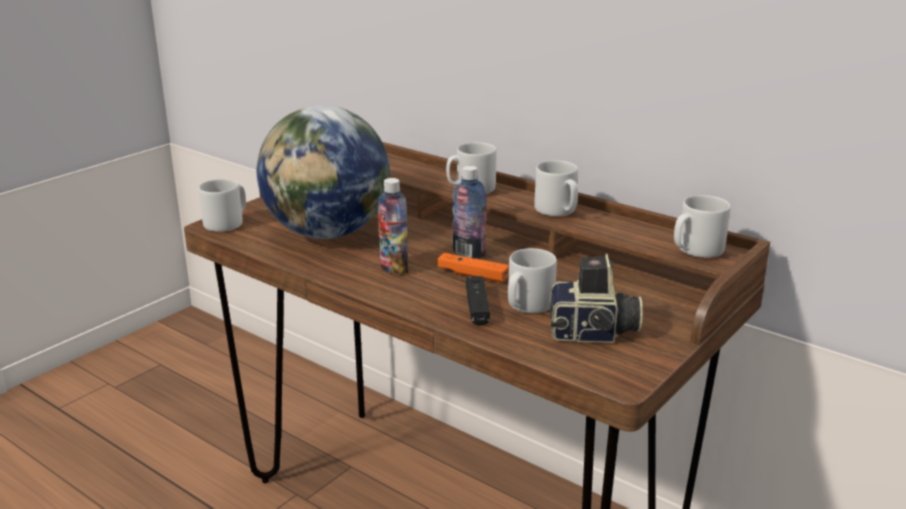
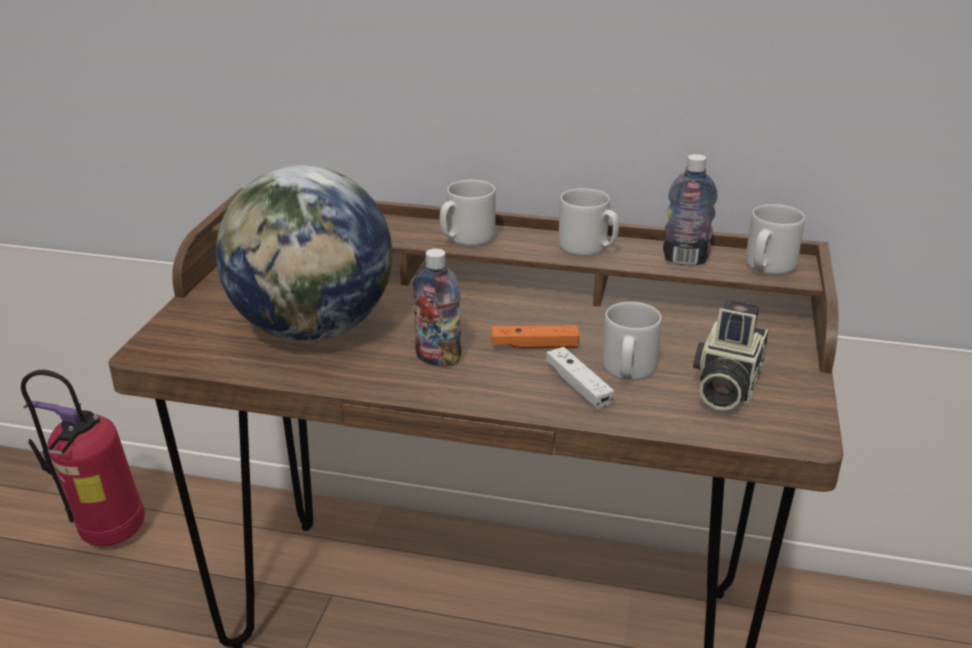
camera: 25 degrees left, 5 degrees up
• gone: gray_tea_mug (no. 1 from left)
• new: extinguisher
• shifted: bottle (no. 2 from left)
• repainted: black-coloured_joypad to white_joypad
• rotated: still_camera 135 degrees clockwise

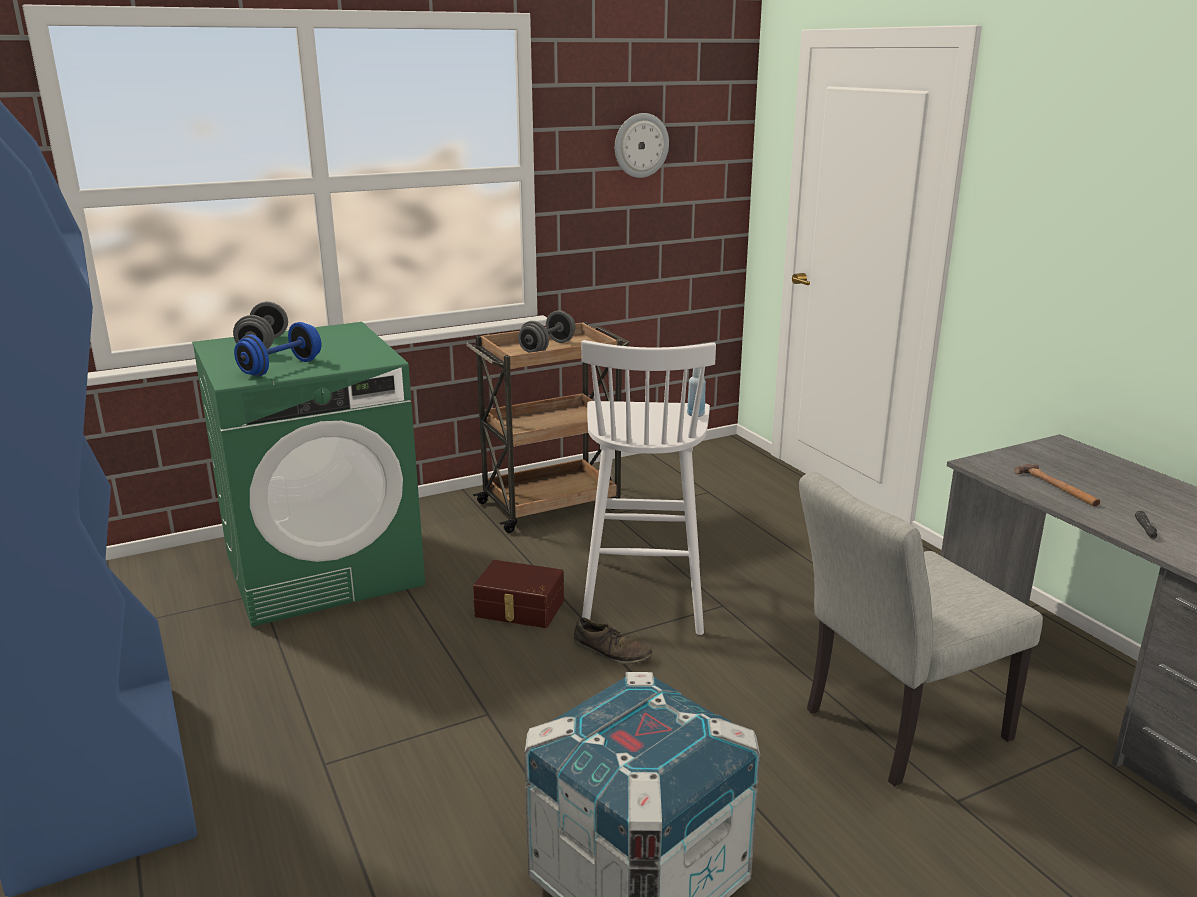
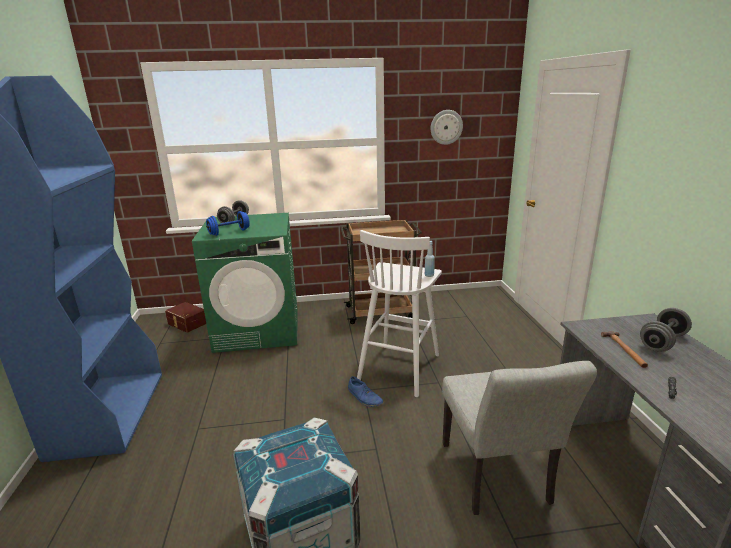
camera: 20 degrees right, 0 degrees up
• shifted: brown_storage_box
• shifted: gray_hand_weight (no. 2 from left)
• repainted: brown_item_of_footwear to bluish_item_of_footwear
• rotated: gray_upright_chair 90 degrees counterclockwise

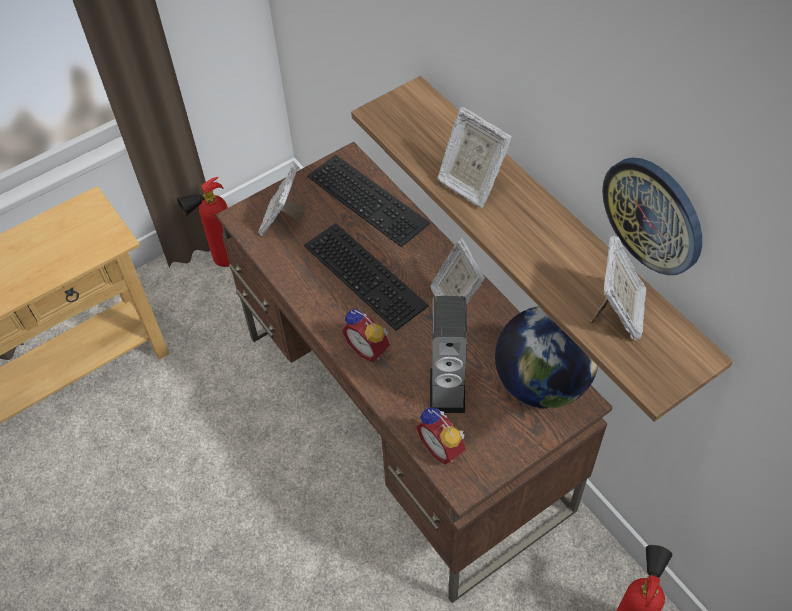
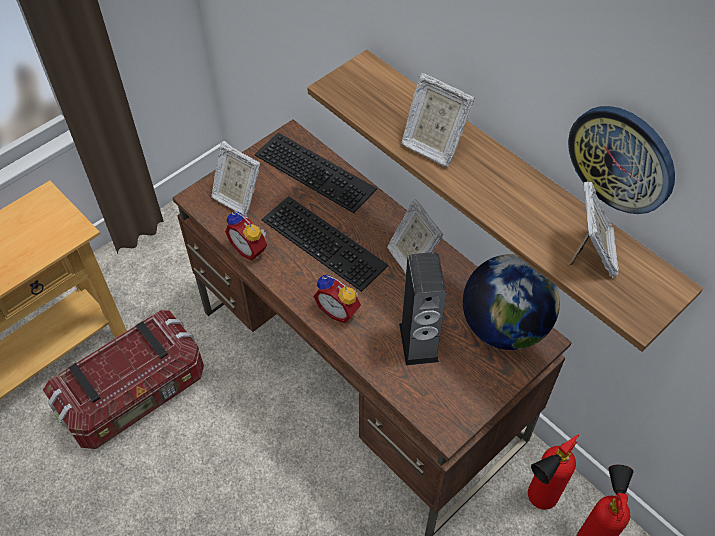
camera: 10 degrees left, 0 degrees up
• new: storage_box
• shifted: extinguisher (no. 1 from left)
• shifted: alarm_clock (no. 2 from left in the first image) to alarm_clock (no. 1 from left)
• rotated: picture_frame (no. 1 from left) 60 degrees counterclockwise

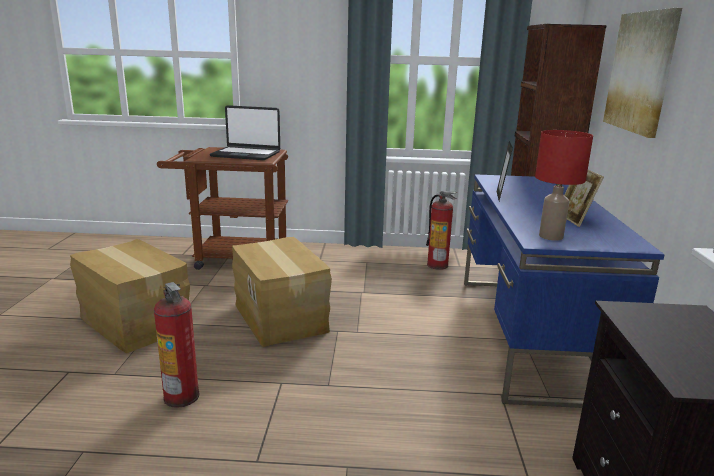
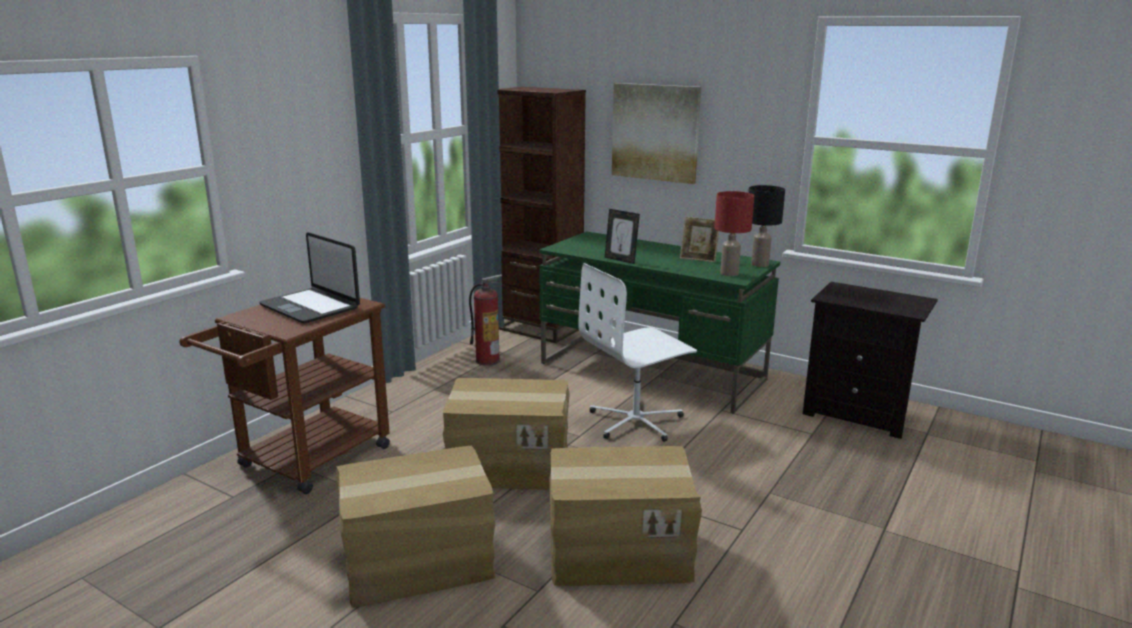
camera: 60 degrees left, 0 degrees up
• new: white_desk_chair
• new: black-coloured_table_lamp
• swapped: extinguisher (no. 1 from left) to packing_box (no. 3 from left)
• repainted: bluish_desk_unit to greenish_desk_unit
• rotated: portable_computer 90 degrees clockwise

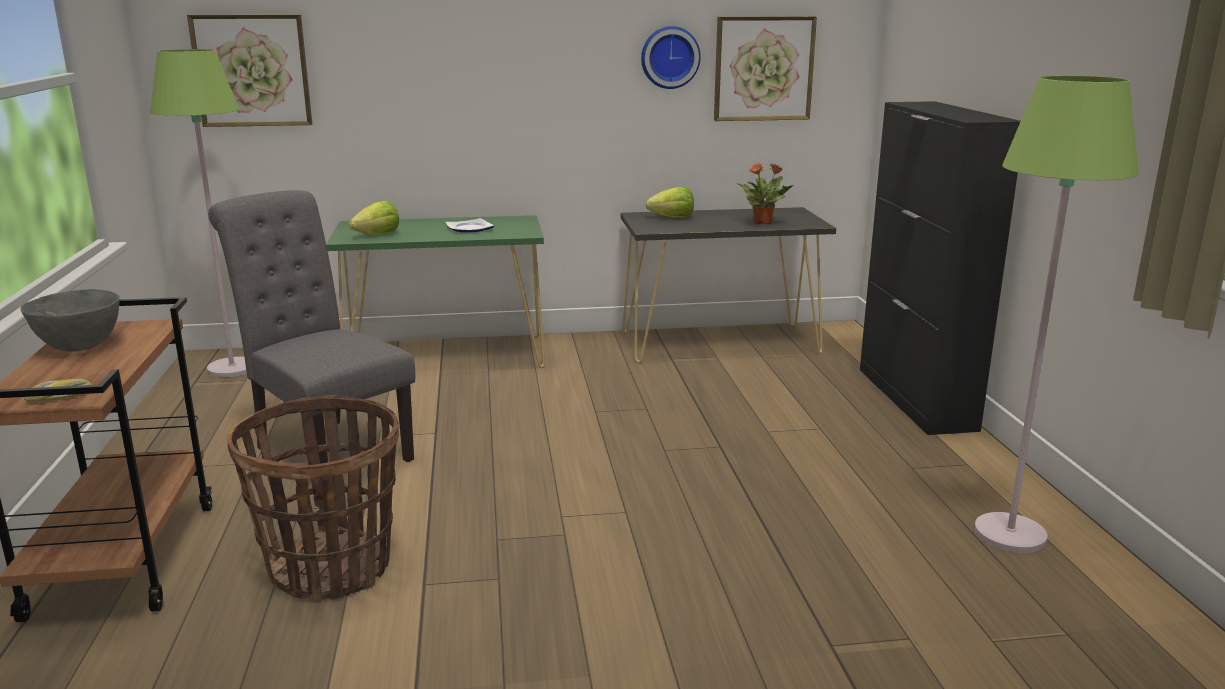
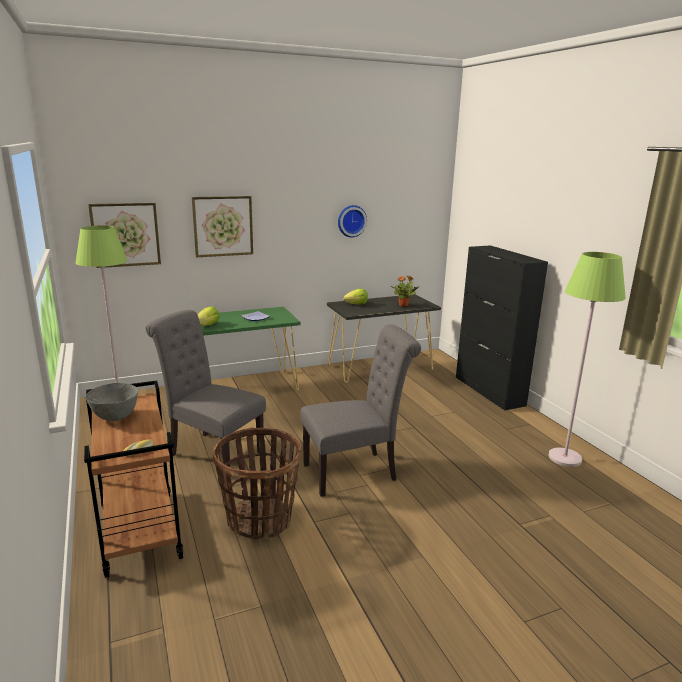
camera: 15 degrees left, 0 degrees up
• new: gray_upright_chair (no. 2 from left)
• shifted: picture (no. 2 from left)

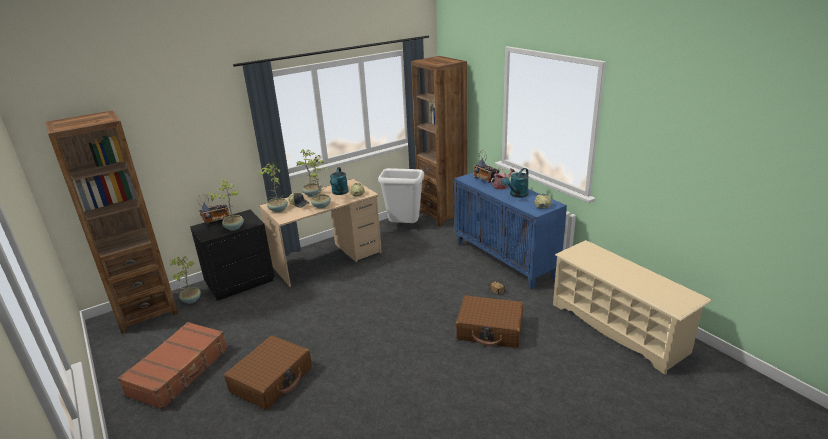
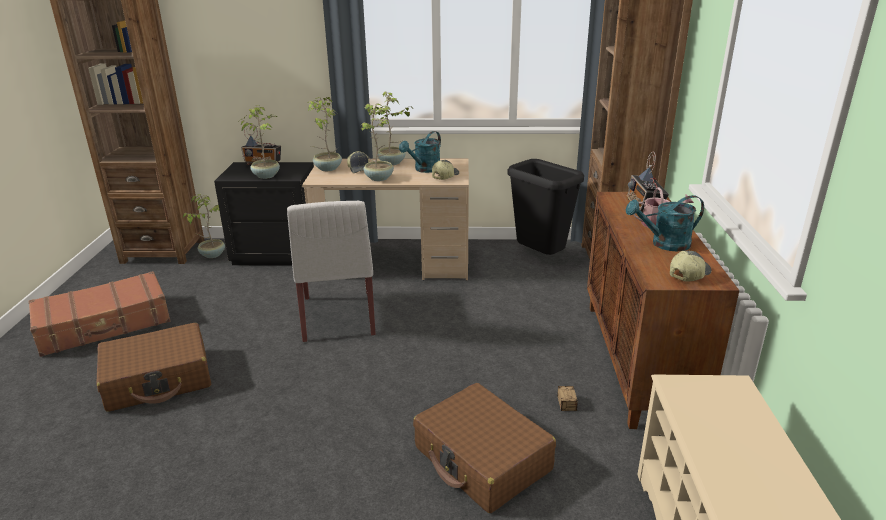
camera: 35 degrees right, 0 degrees up
• new: white_upright_chair
• repainted: white_waste_bin to black-coloured_waste_bin
• repainted: bluish_storage_cabinet to brown_storage_cabinet

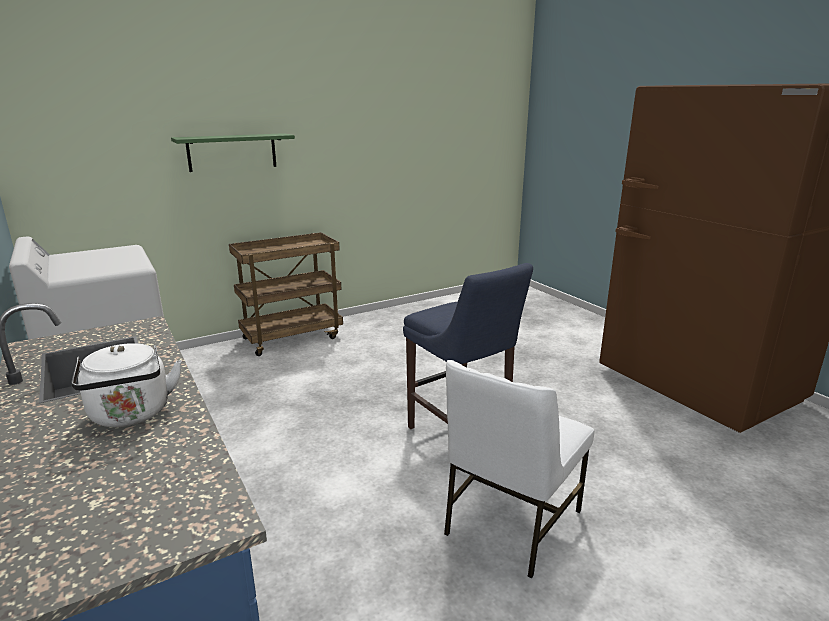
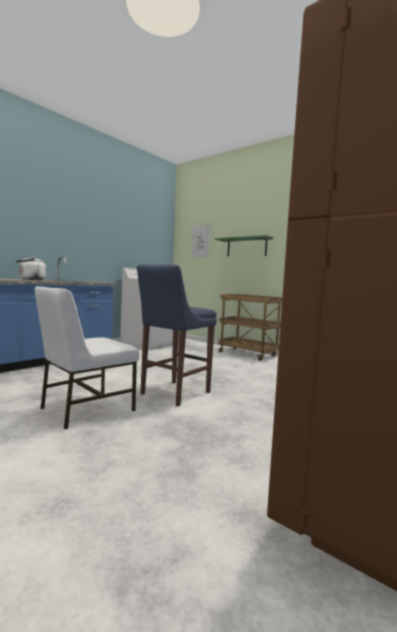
camera: 70 degrees right, 15 degrees down
• new: picture
• rotated: white_upright_chair 60 degrees counterclockwise

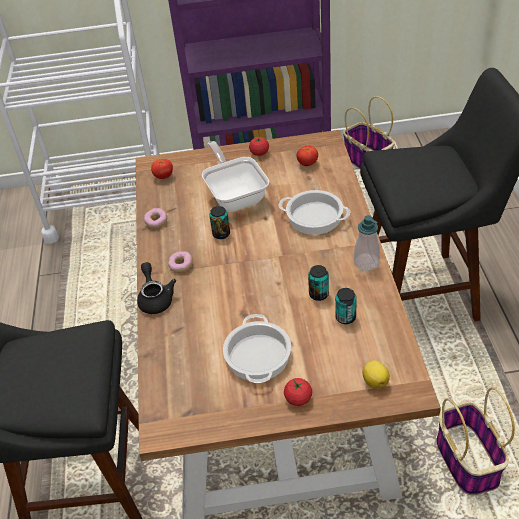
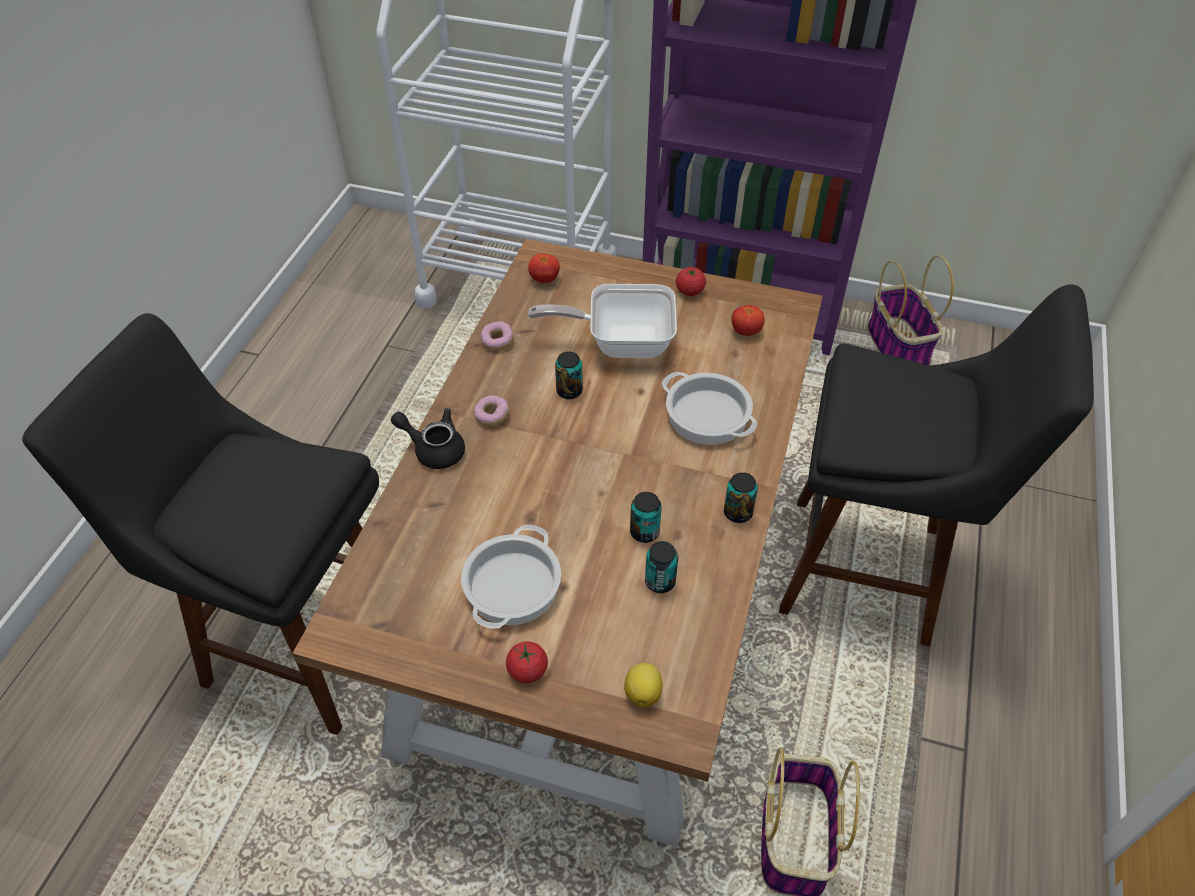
camera: 20 degrees right, 5 degrees up
• swapped: liquid_soap_bottle to sealed_can (no. 4 from left)
• rotated: black-coloured_pot_for_tea 75 degrees counterclockwise
• rotated: skillet 90 degrees counterclockwise

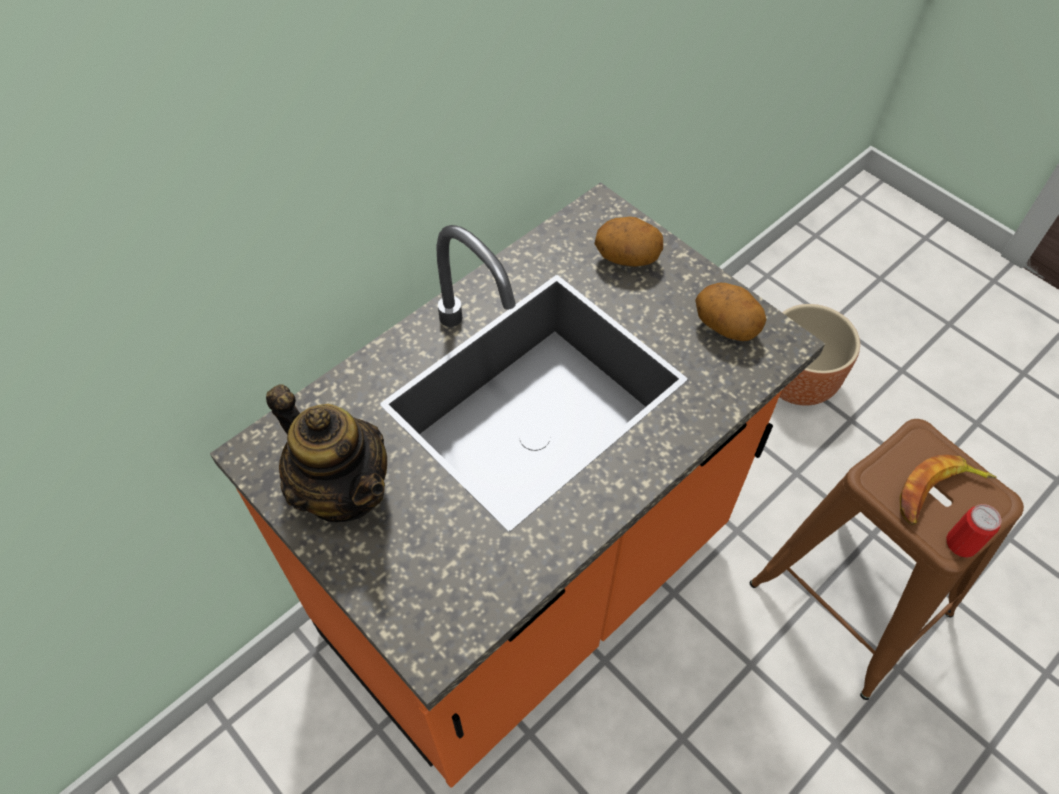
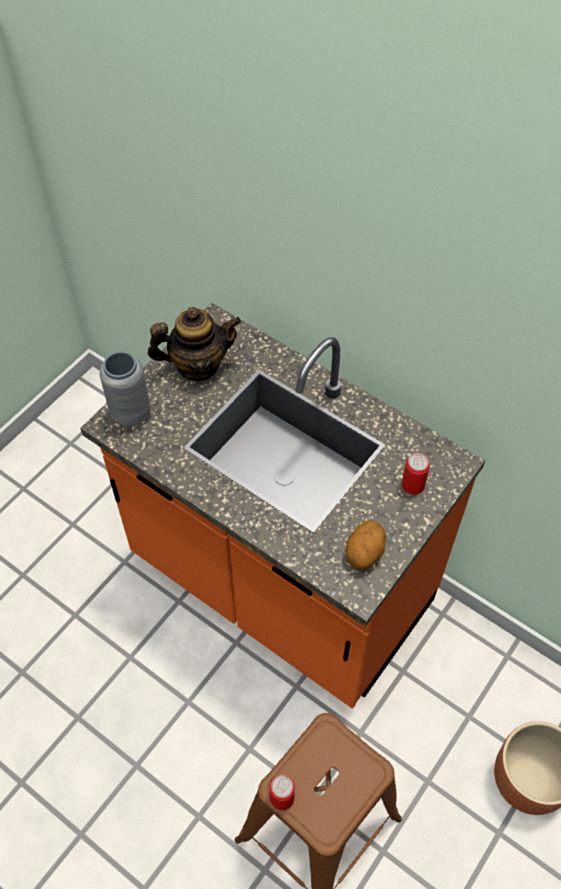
camera: 80 degrees right, 0 degrees up
• gone: banana
• new: gray_decorative_vase
• swapped: whole_potato (no. 1 from left) to sealed_can (no. 2 from left)
• rotated: pot_for_tea 135 degrees counterclockwise

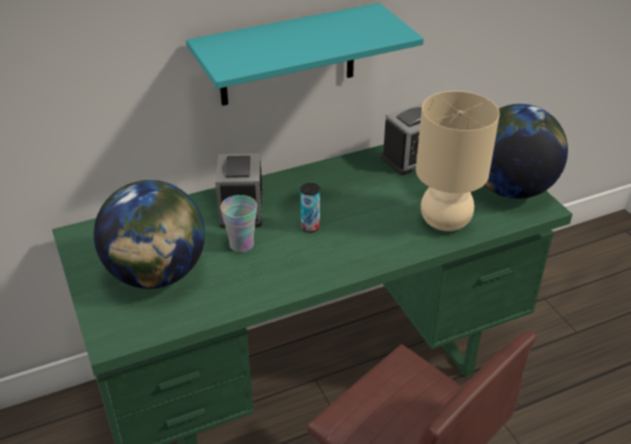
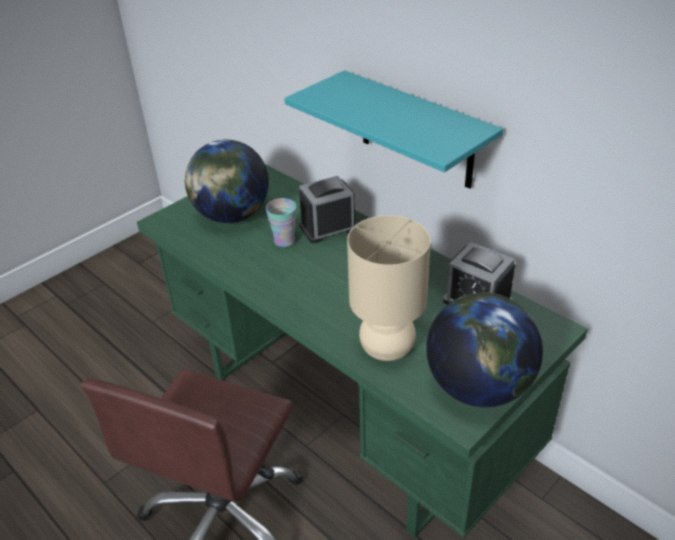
camera: 70 degrees right, 0 degrees up
• gone: sealed_can

